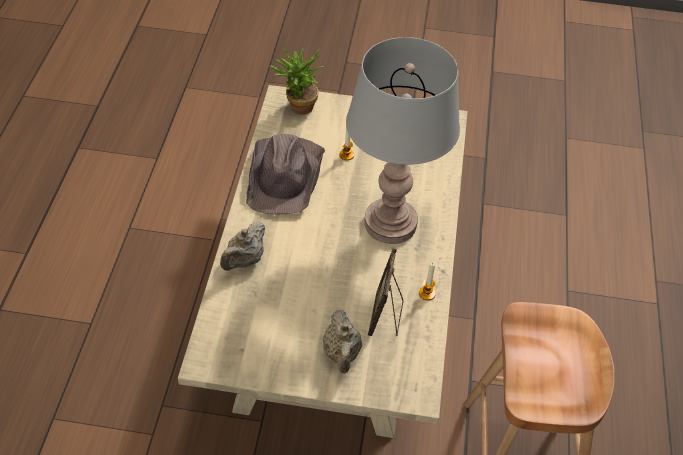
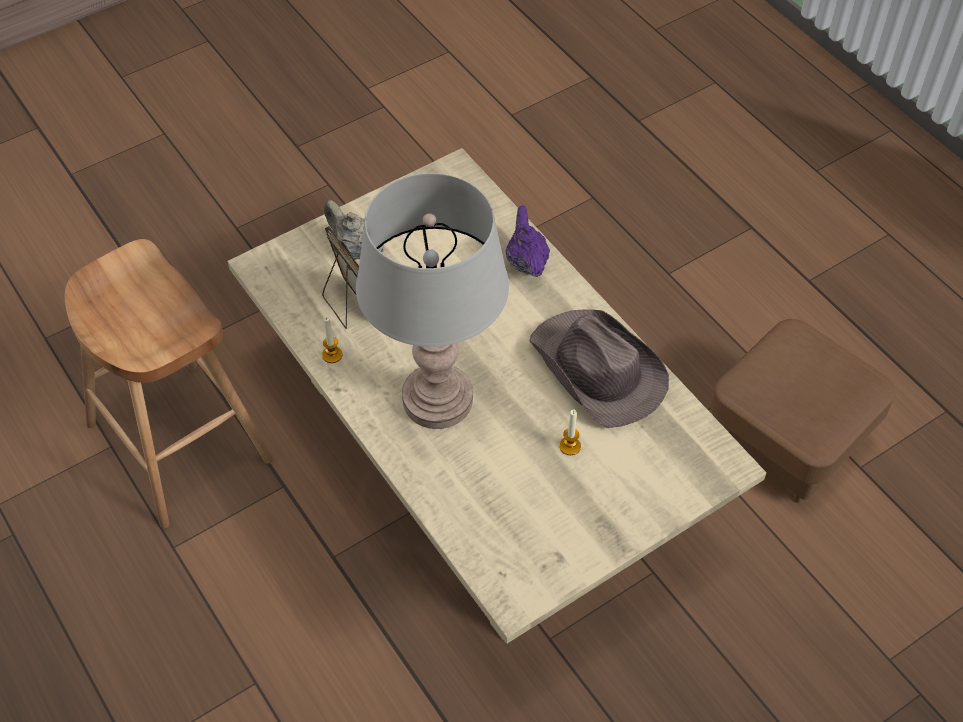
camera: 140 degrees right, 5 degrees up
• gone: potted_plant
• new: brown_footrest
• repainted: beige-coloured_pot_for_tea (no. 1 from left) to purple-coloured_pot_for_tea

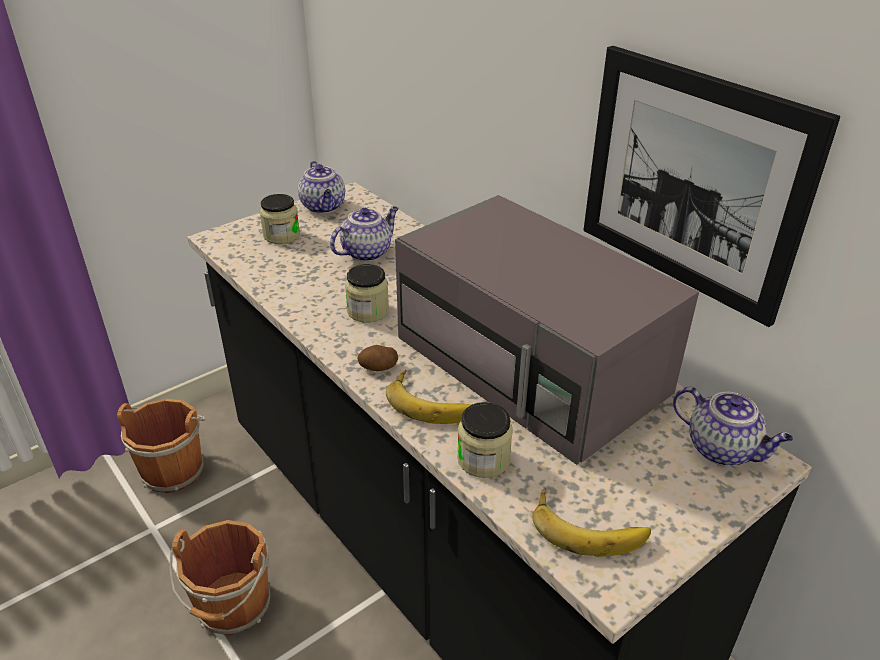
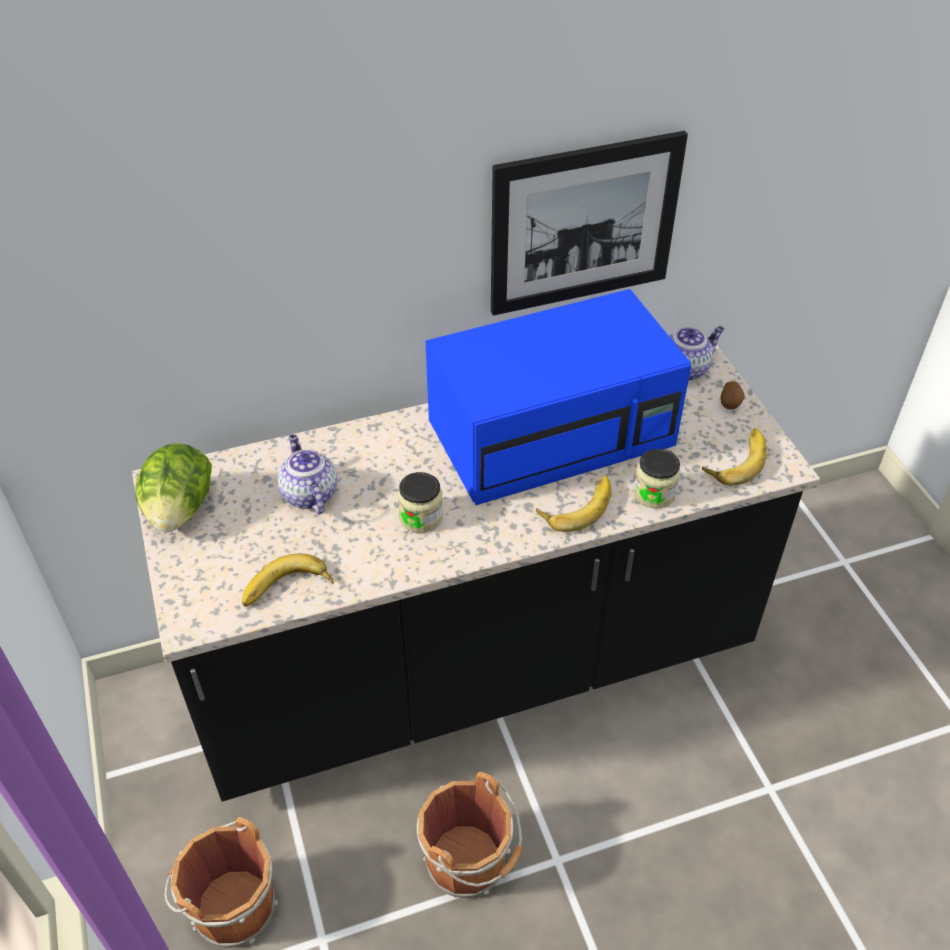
camera: 70 degrees left, 10 degrees up
• gone: preserve_jar (no. 1 from left)
• new: banana (no. 1 from left)
• shifted: whole_potato
• swapped: pot_for_tea (no. 1 from left) to lettuce_head
• repainted: gray_microwave_oven to bluish_microwave_oven

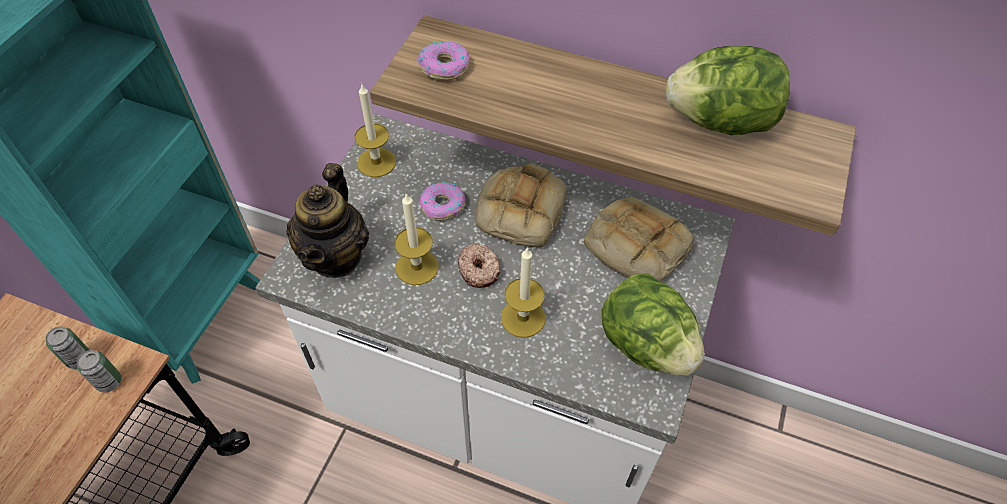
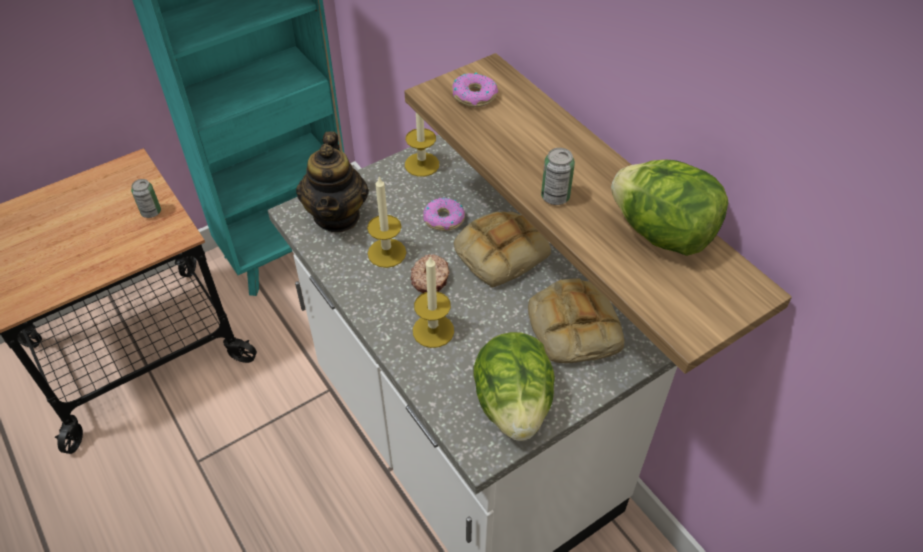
camera: 35 degrees right, 5 degrees down
• shifted: sealed_can (no. 2 from left)
• rotated: pot_for_tea 45 degrees counterclockwise

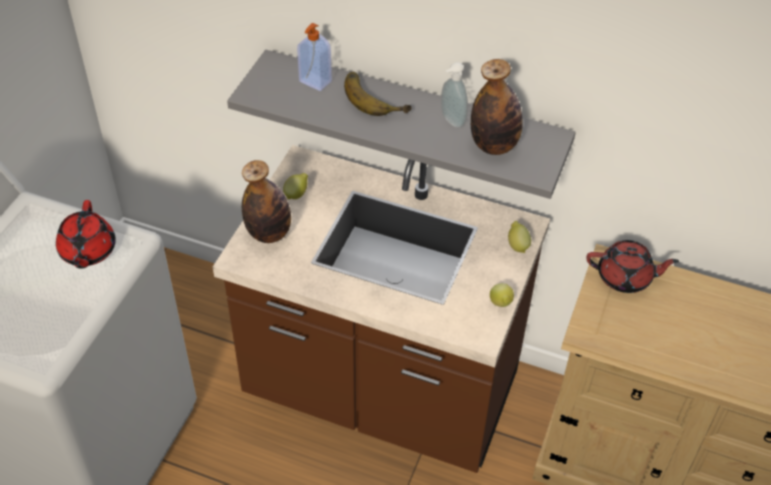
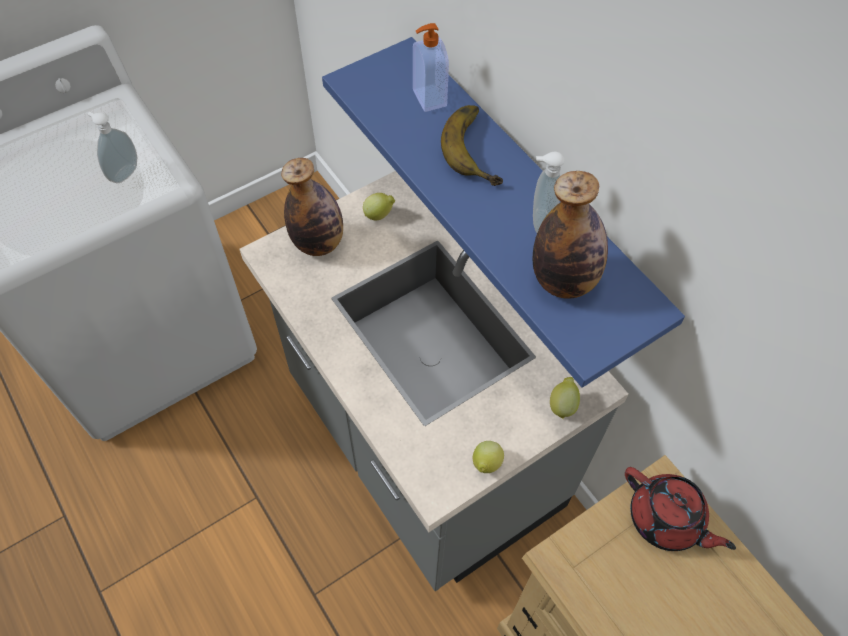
camera: 35 degrees right, 10 degrees up
• swapped: red_pot_for_tea (no. 1 from left) to liquid_soap_bottle (no. 1 from left)
• repainted: brown_kitchen_counter to gray_kitchen_counter
• repainted: gray_shelf to bluish_shelf

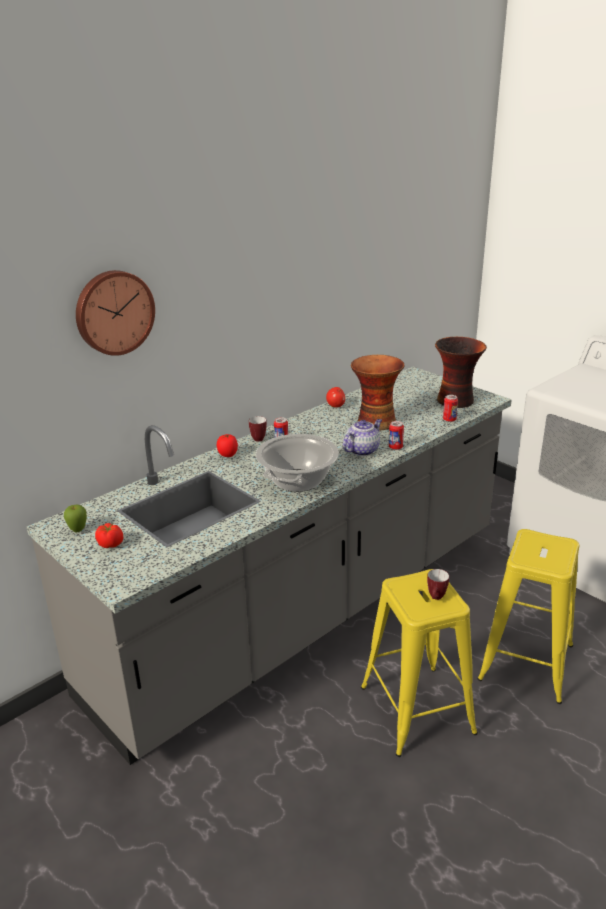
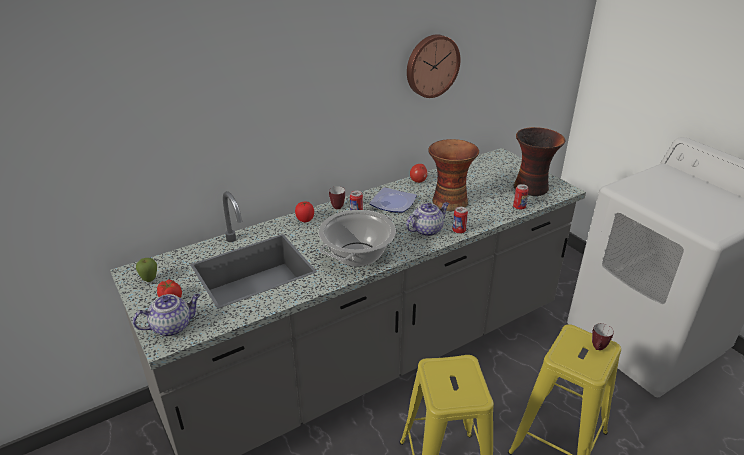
camera: 10 degrees right, 5 degrees up
• new: pot_for_tea (no. 1 from left)
• new: flat_dish
• shifted: clock_on_the_wall
• shifted: tea_mug (no. 2 from left)

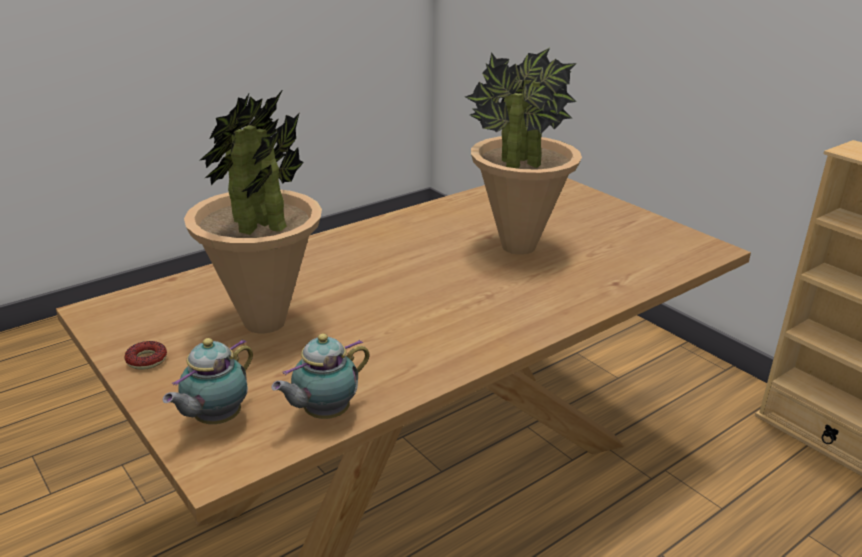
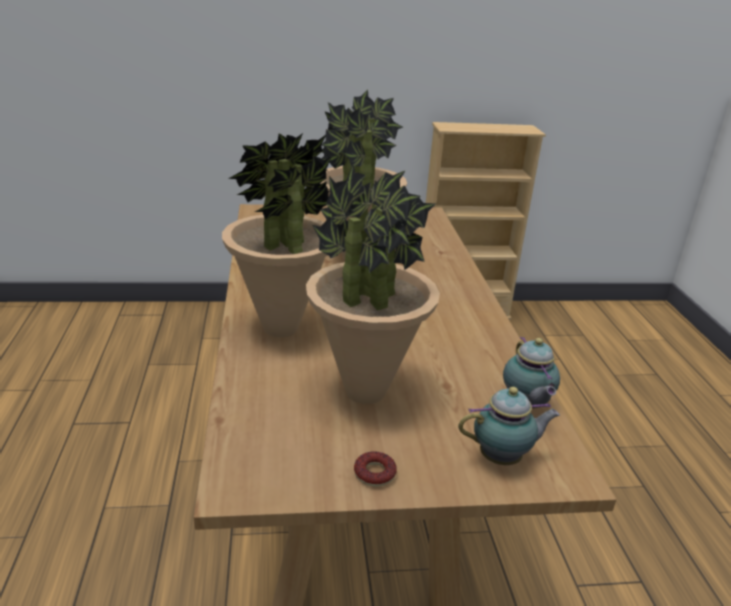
camera: 60 degrees left, 0 degrees up
• new: potted_plant (no. 1 from left)
• rotated: pot_for_tea (no. 1 from left) 75 degrees counterclockwise

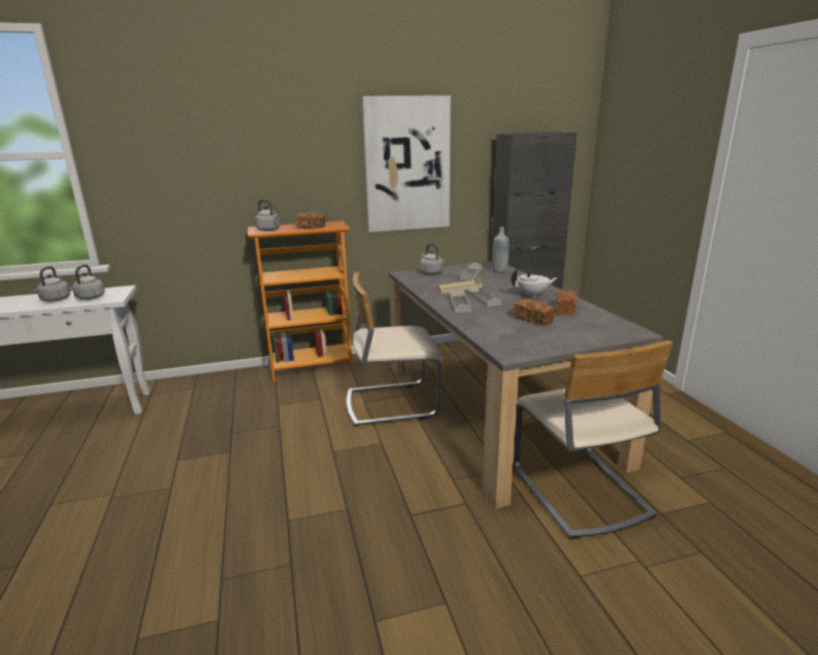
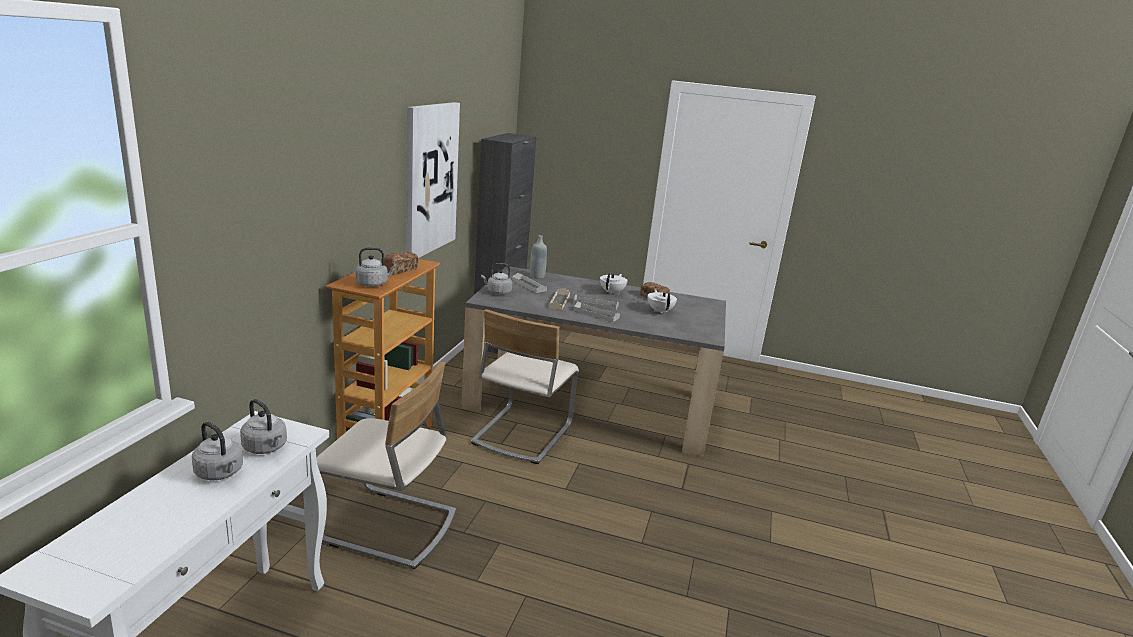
camera: 60 degrees left, 0 degrees up
• shifted: beige-coloured_upright_chair (no. 2 from left in the first image) to beige-coloured_upright_chair (no. 1 from left)
• swapped: baked_bread (no. 2 from left) to white_pot_for_tea (no. 2 from left)

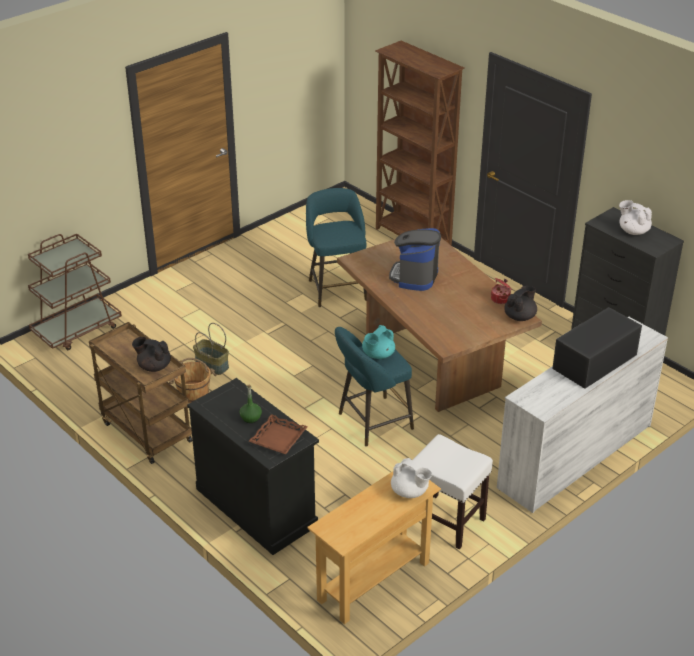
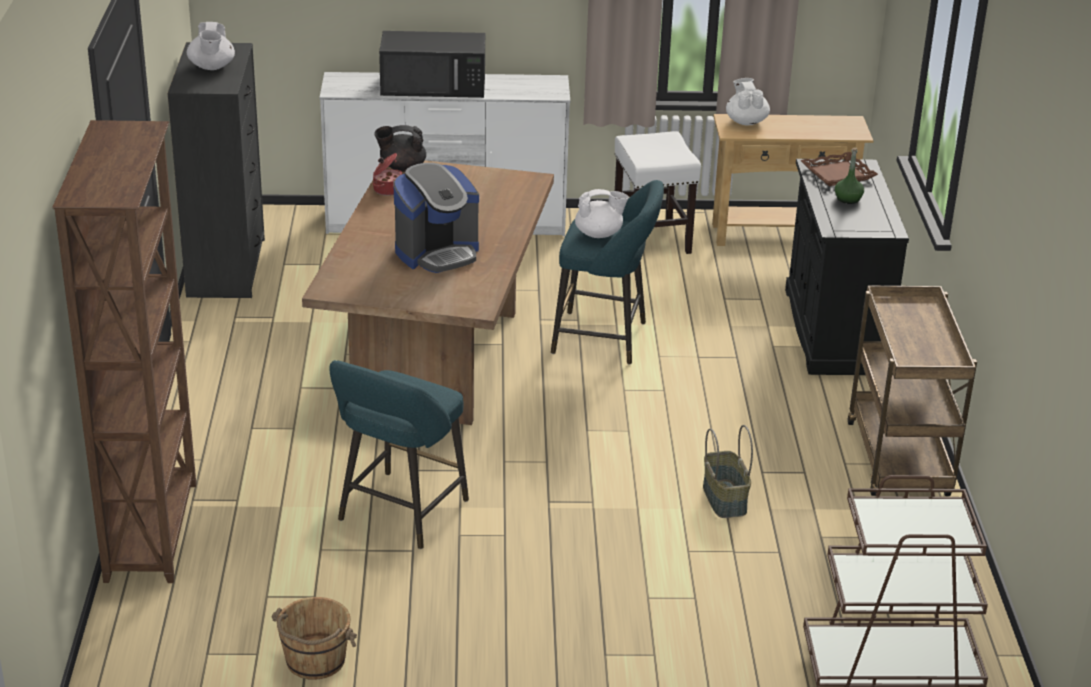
camera: 140 degrees left, 5 degrees down
• gone: black-coloured_pot_for_tea (no. 1 from left)
• shifted: brown_bucket
• repainted: turquoise_pot_for_tea to white_pot_for_tea (no. 2 from left)

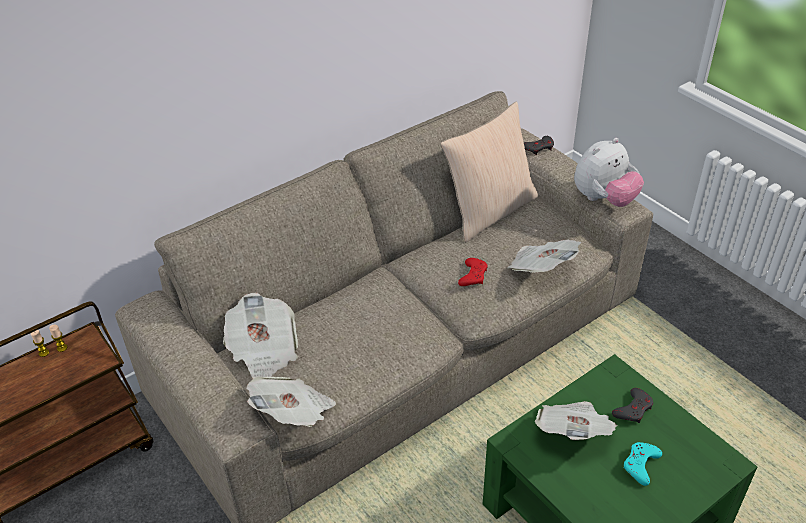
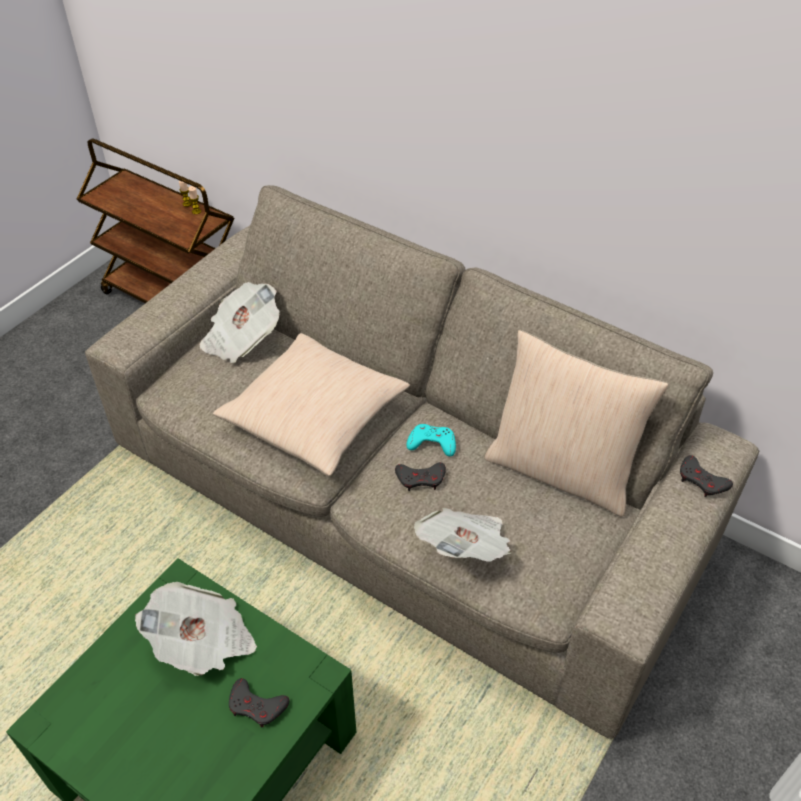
camera: 70 degrees right, 5 degrees up
• gone: daily_paper (no. 2 from left)
• gone: soft_toy
• new: beige-coloured_throw_pillow (no. 1 from left)
• shifted: turquoise_joypad
• repainted: red_joypad to gray_joypad (no. 2 from left)

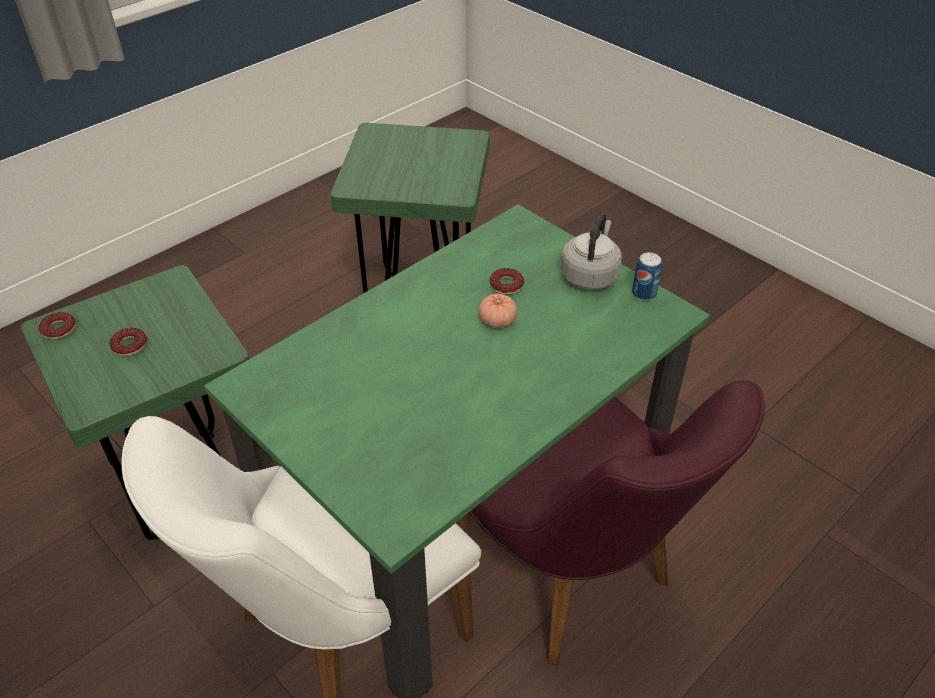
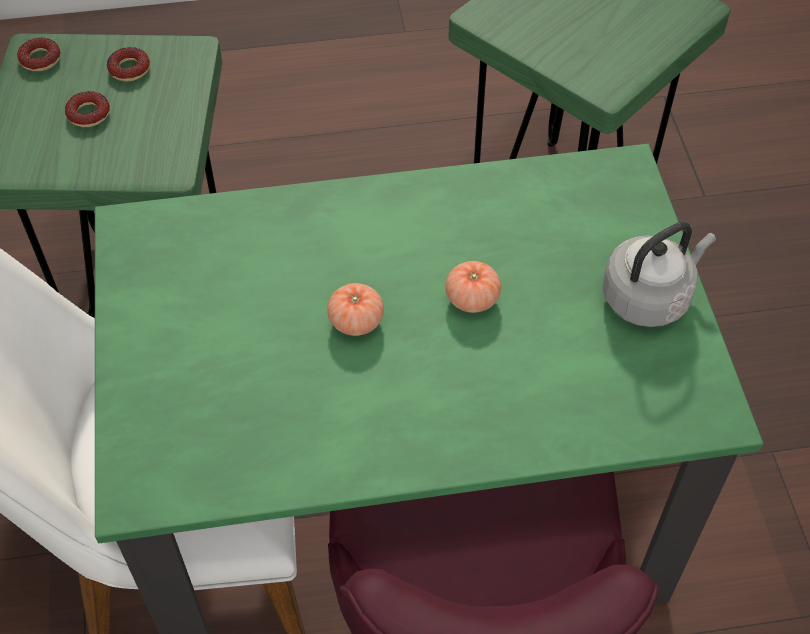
camera: 35 degrees right, 10 degrees up
• gone: sealed_can
• new: whole_tomato (no. 1 from left)
• shifted: doughnut (no. 3 from left)

